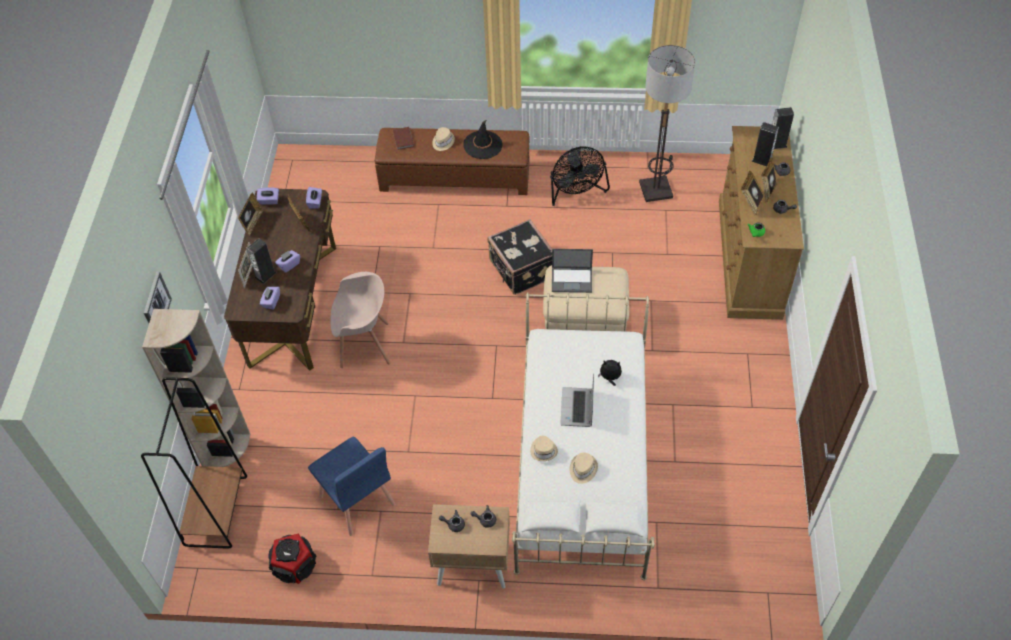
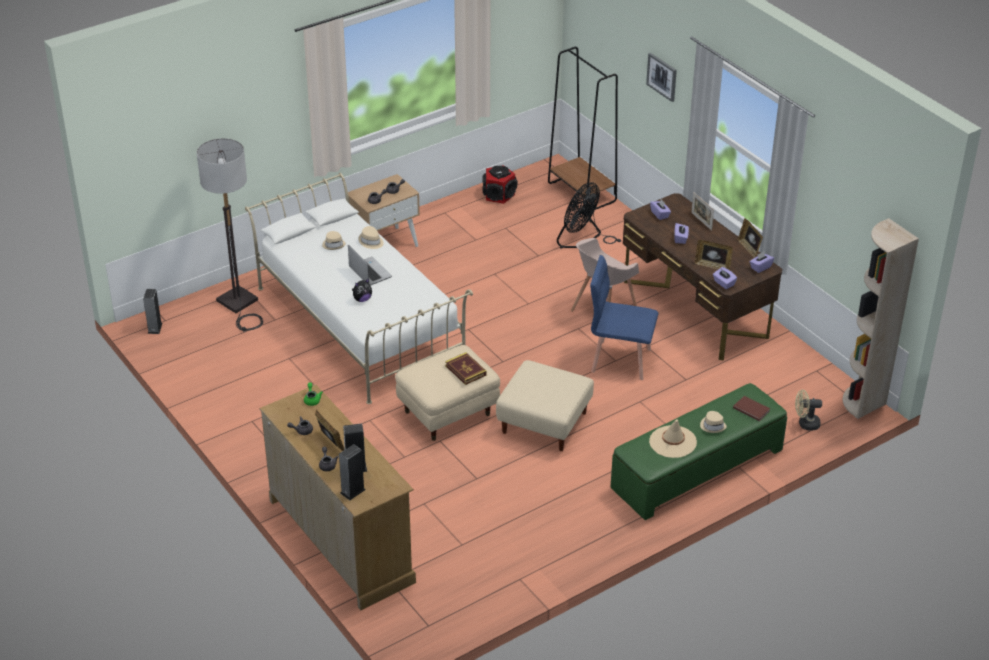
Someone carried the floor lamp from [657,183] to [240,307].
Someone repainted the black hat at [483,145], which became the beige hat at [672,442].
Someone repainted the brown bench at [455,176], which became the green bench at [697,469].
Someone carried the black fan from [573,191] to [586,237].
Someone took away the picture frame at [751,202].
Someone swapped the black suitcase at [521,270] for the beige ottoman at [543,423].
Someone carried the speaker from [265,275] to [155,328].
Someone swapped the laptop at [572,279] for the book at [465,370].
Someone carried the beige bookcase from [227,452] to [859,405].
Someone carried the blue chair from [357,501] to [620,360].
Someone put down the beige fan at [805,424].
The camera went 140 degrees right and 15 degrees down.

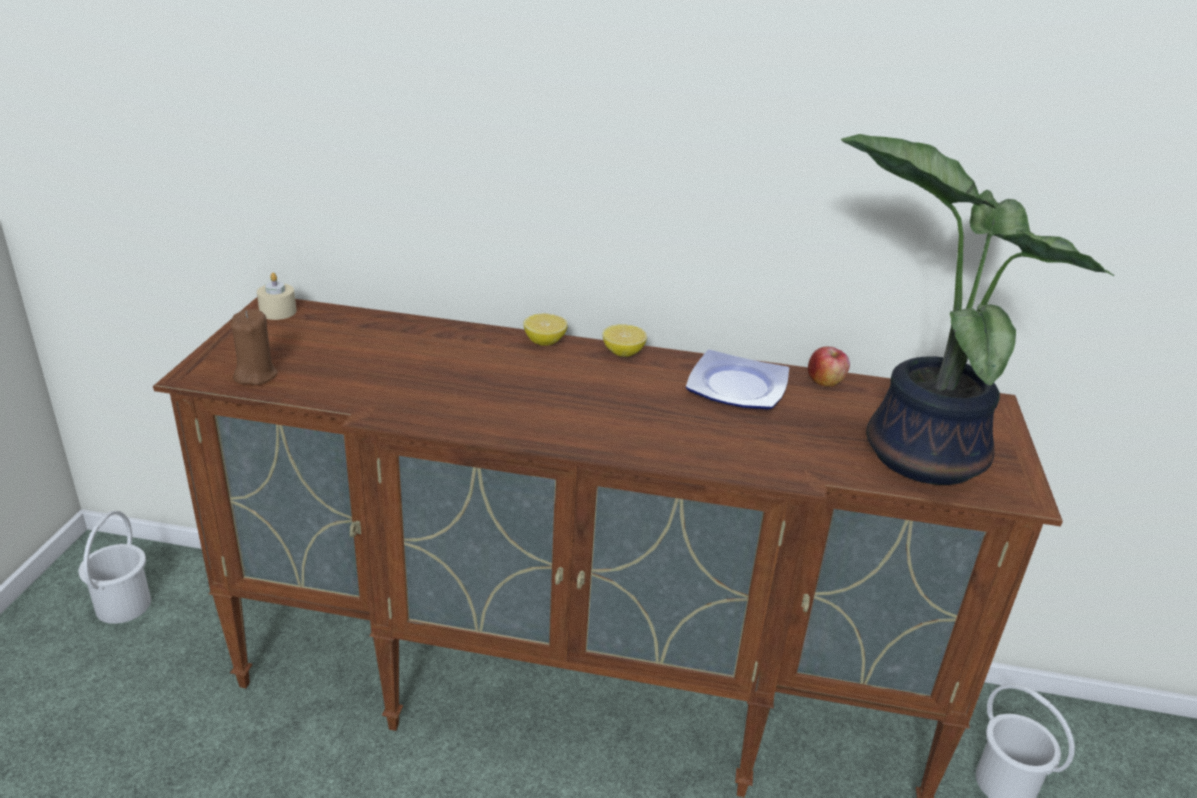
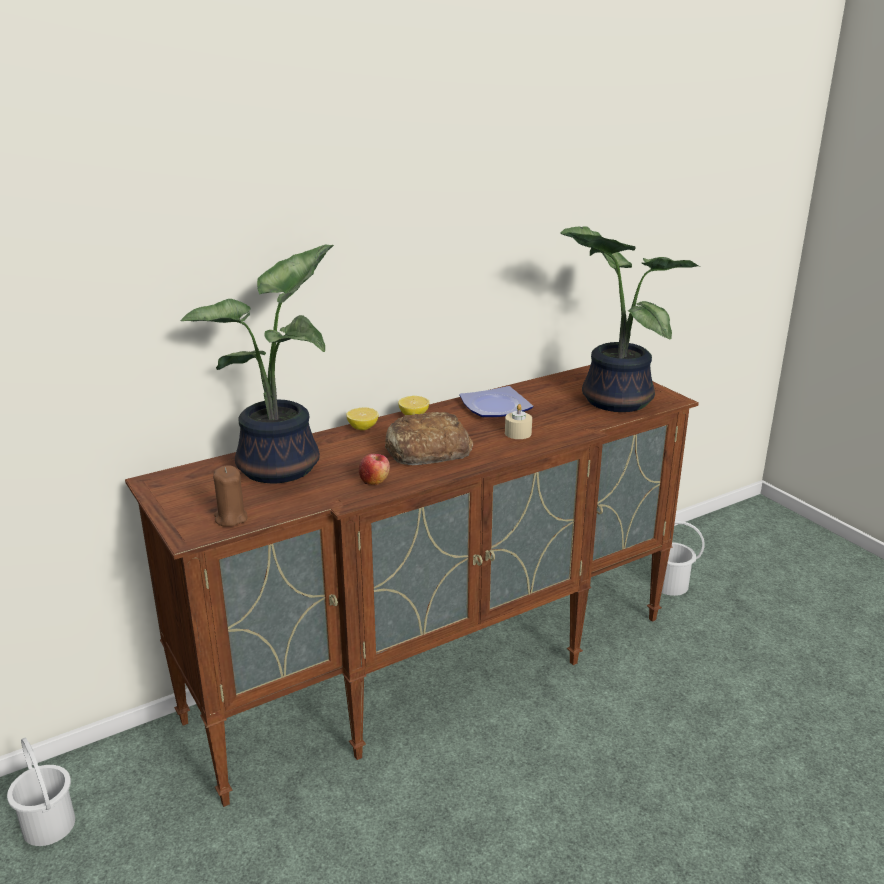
Someone carried the beige candle from [278,311] to [518,433].
Someone carried the apple from [825,381] to [374,480].
Someone put down the potted plant at [284,467].
Someone put down the bread at [426,449].
The camera went 40 degrees left and 5 degrees down.

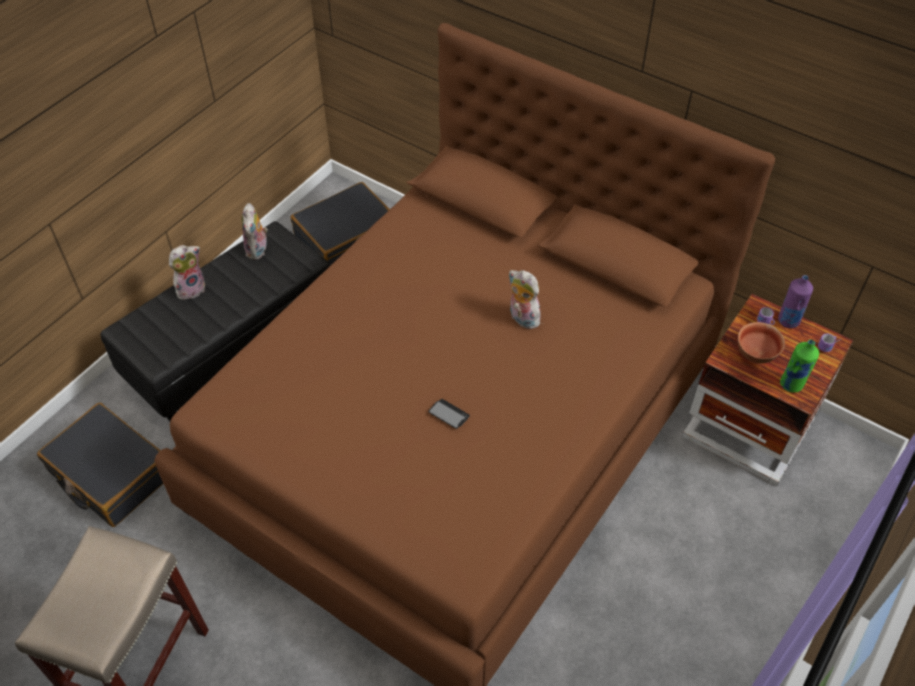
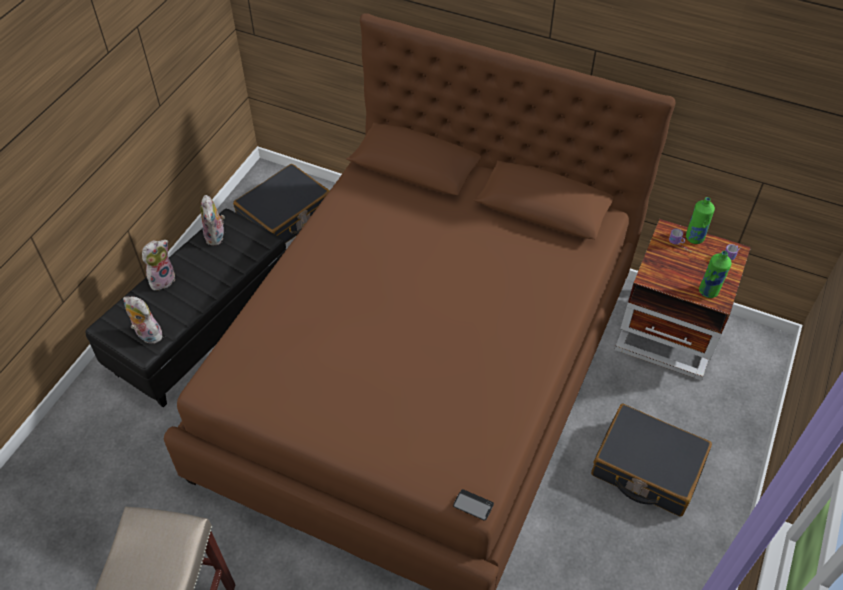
Someone carried the plush toy from [521,318] to [147,335].
Someone repainted the purple bottle at [788,321], which became the green bottle at [694,238].
Someone took away the bowl at [756,354].
Someone carried the phone from [449,414] to [473,505].
Someone carried the black suitcase from [110,474] to [647,468].
The camera went 10 degrees left and 0 degrees up.

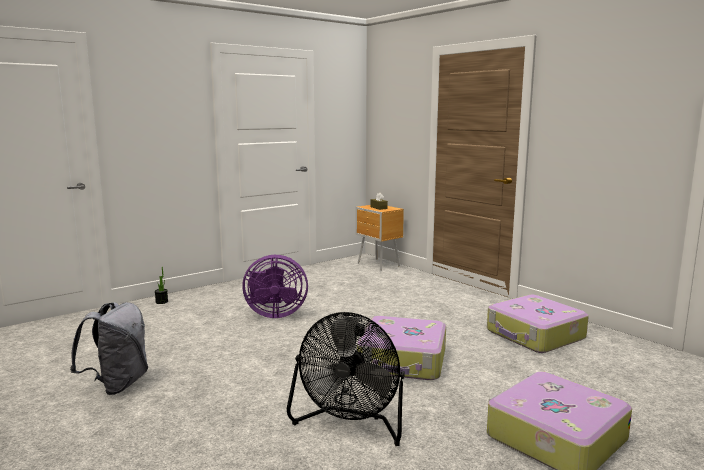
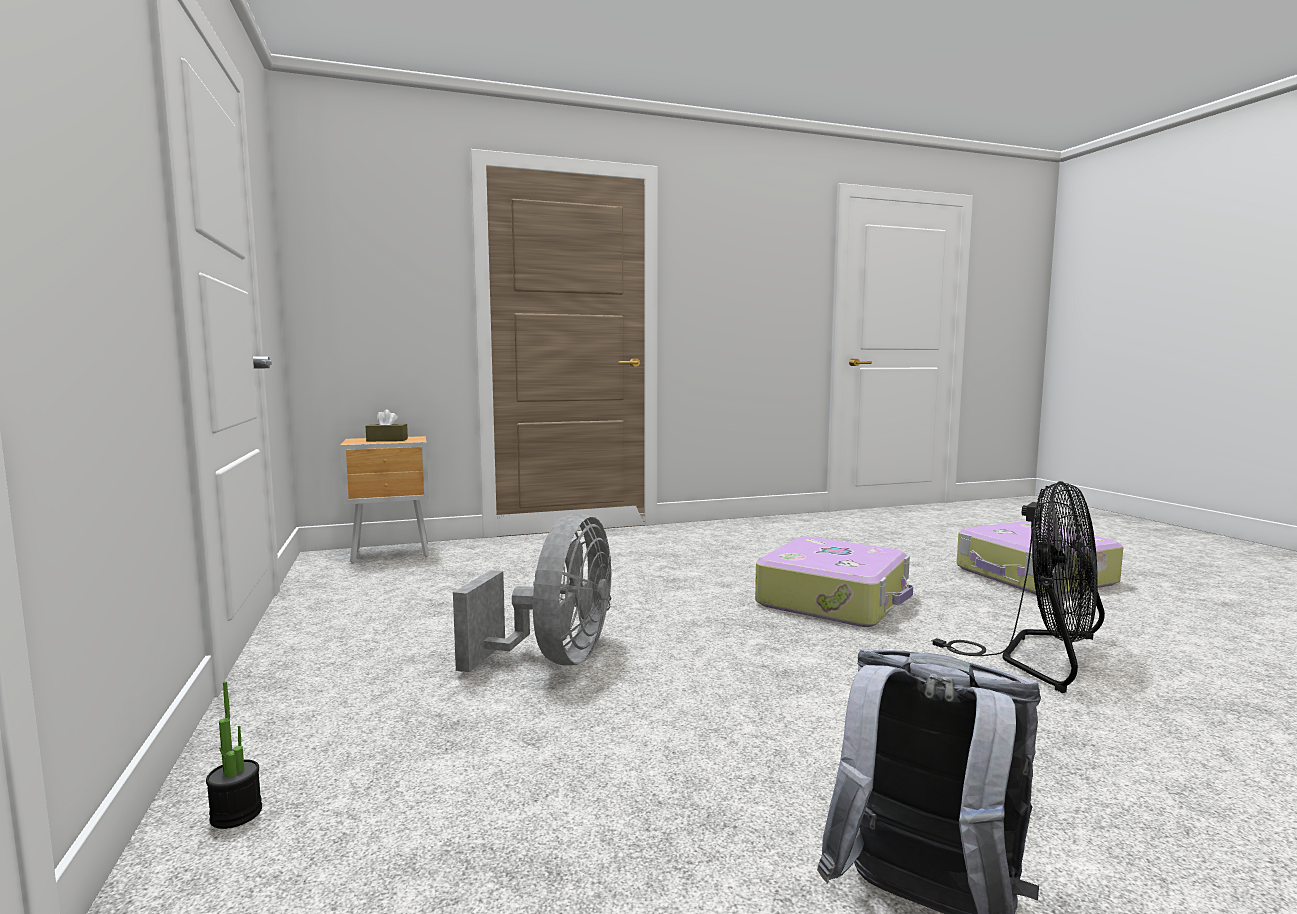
Someone repainted the purple fan at [274,314], which became the grey fan at [555,659].
Someone took away the suitcase at [535,335].
The camera went 70 degrees left and 5 degrees down.

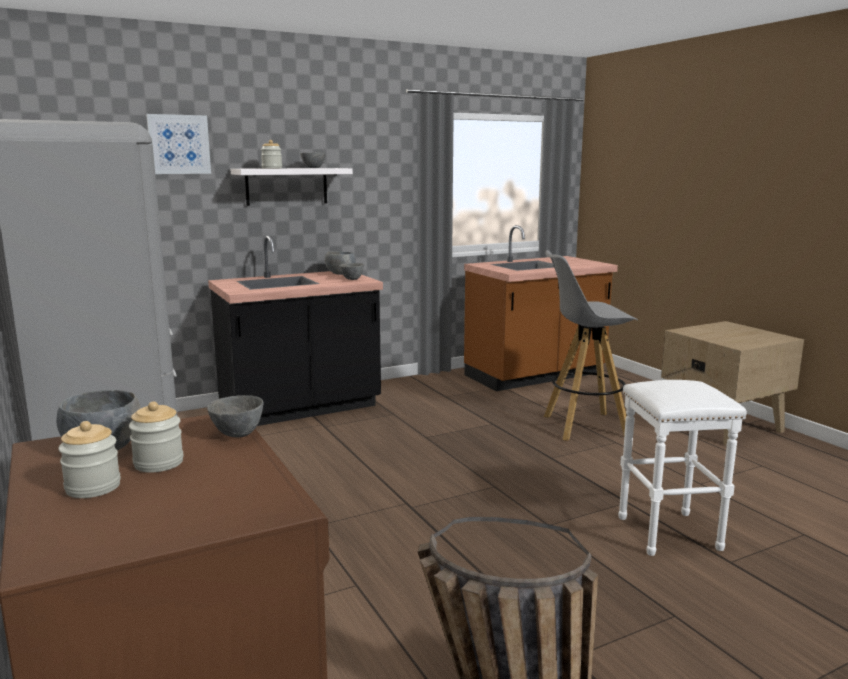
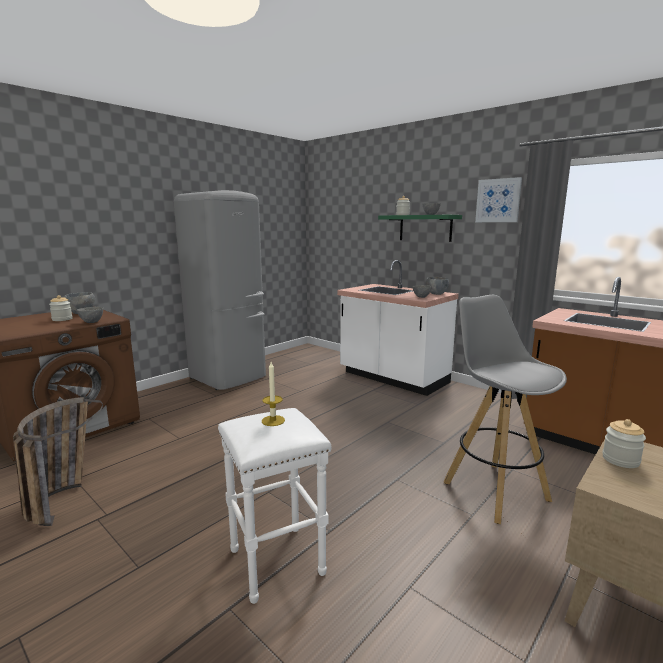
Someone carried the picture from [179,144] to [498,200].
Someone repainted the white shelf at [286,186], which became the green shelf at [425,228].
Someone repainted the black counter at [300,409], which became the white counter at [393,378].
Someone carried the jar from [93,487] to [620,460].
Someone put down the candle at [273,420].
The camera went 70 degrees right and 0 degrees up.

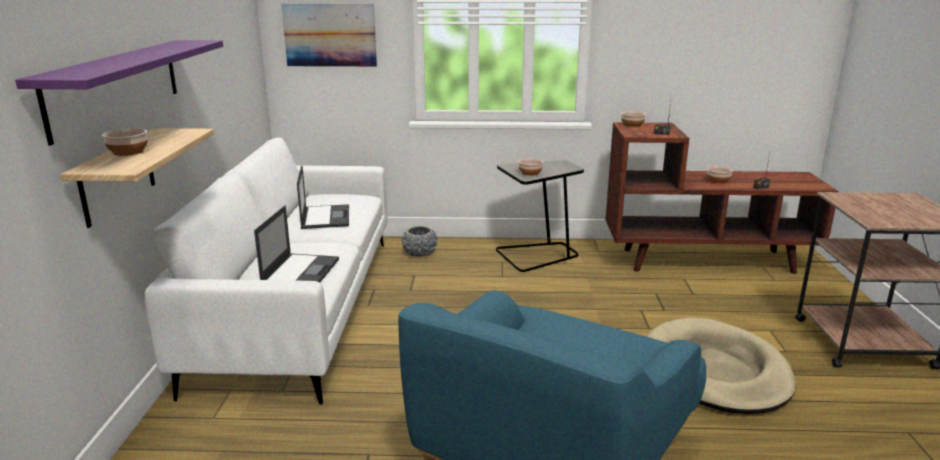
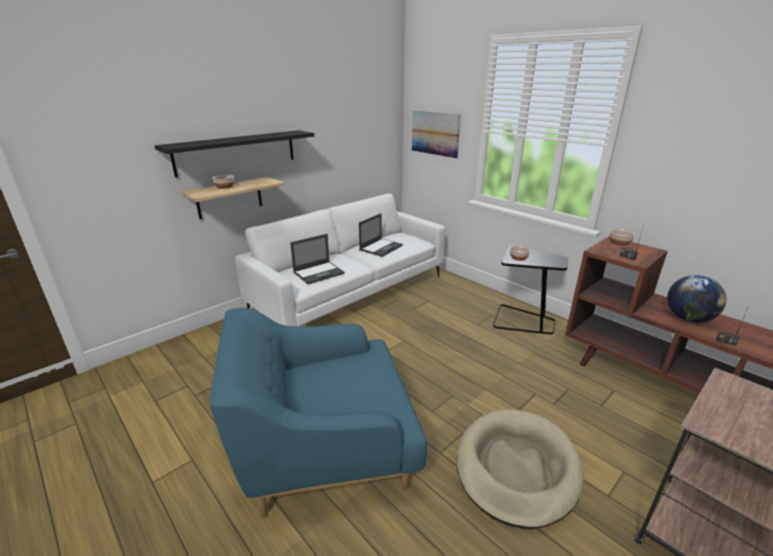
Someone repainted the purple shelf at [116,85], which became the black shelf at [237,152].
Someone swapped the bowl at [717,180] for the globe at [687,319].
Someone took away the grey planter at [420,253].
The camera went 45 degrees right and 5 degrees up.

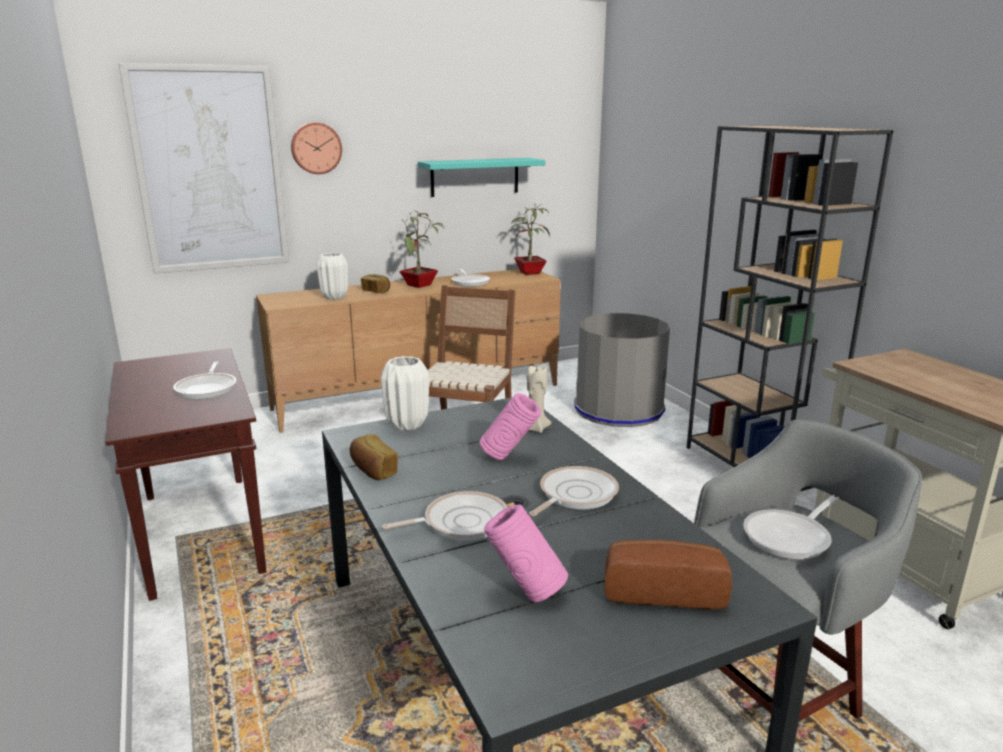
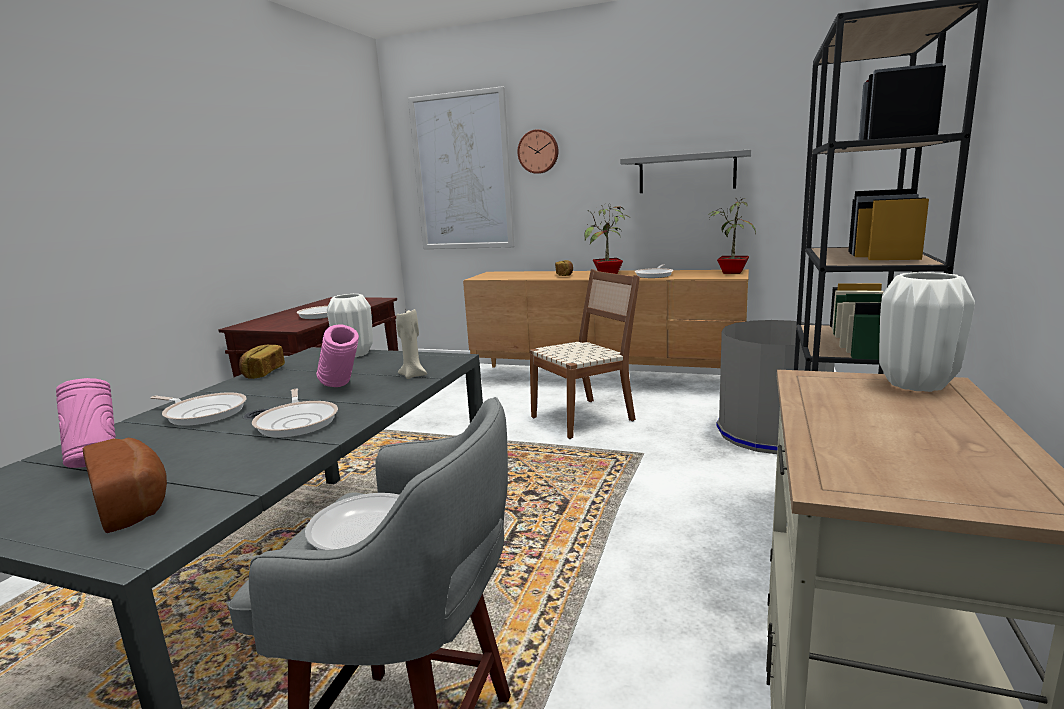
Someone repainted the turquoise shelf at [475,177], which became the grey shelf at [687,173].
Someone carried the white vase from [334,297] to [915,384].
Someone rotated the frying pan at [574,495] by 75 degrees clockwise.
The camera went 45 degrees right and 5 degrees down.

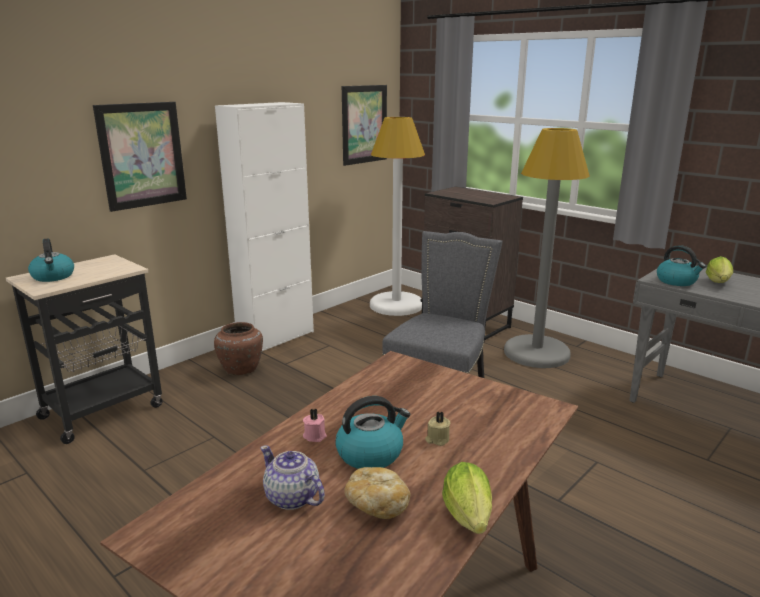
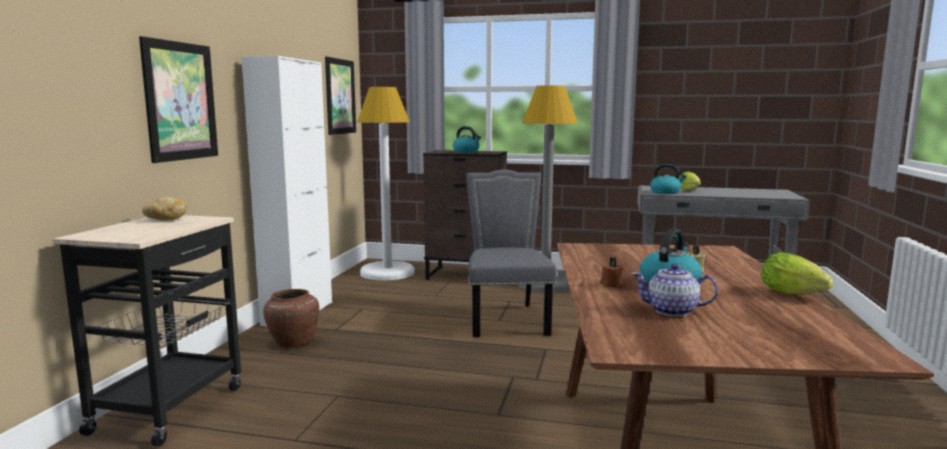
Someone carried the kettle from [53,277] to [466,151].
Someone repainted the pink candle at [315,435], which became the brown candle at [610,284].
Someone carried the bread from [376,505] to [165,219].
The camera went 30 degrees left and 10 degrees down.

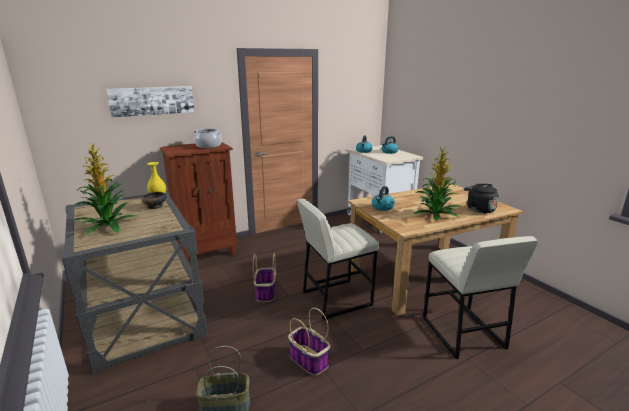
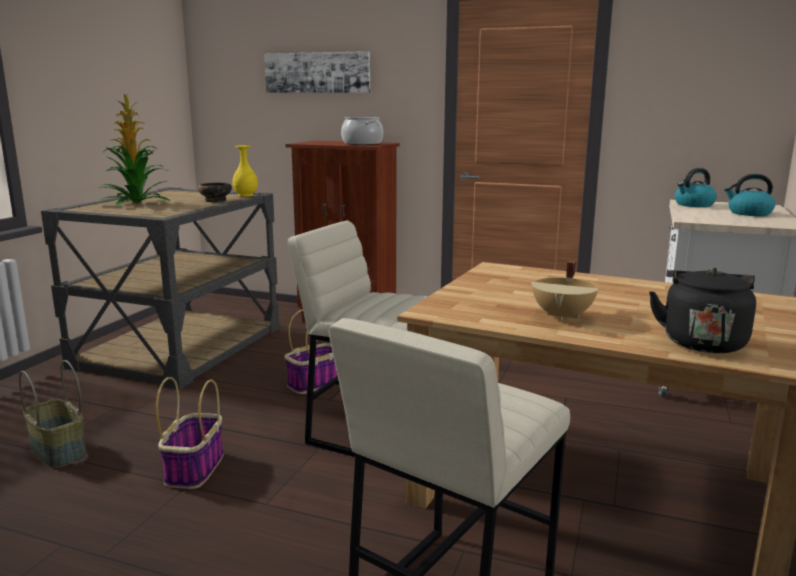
Someone swapped the potted plant at [435,214] for the beige cooking pot at [563,316].
Someone took away the kettle at [382,207].
The camera went 50 degrees right and 5 degrees down.

